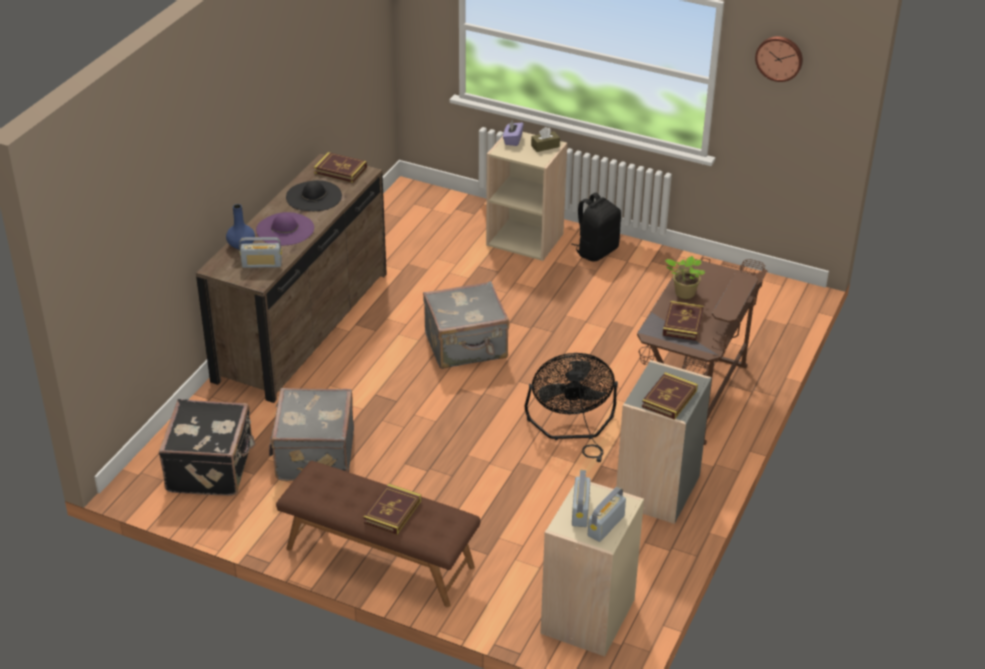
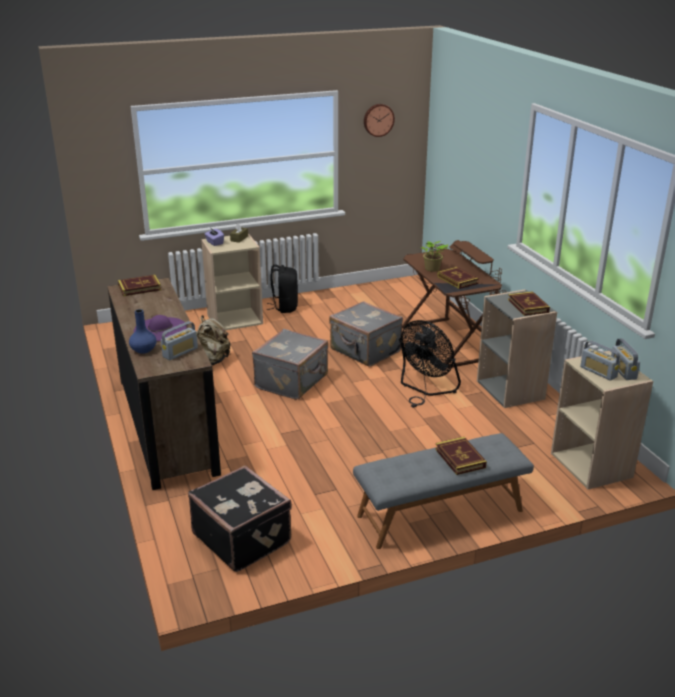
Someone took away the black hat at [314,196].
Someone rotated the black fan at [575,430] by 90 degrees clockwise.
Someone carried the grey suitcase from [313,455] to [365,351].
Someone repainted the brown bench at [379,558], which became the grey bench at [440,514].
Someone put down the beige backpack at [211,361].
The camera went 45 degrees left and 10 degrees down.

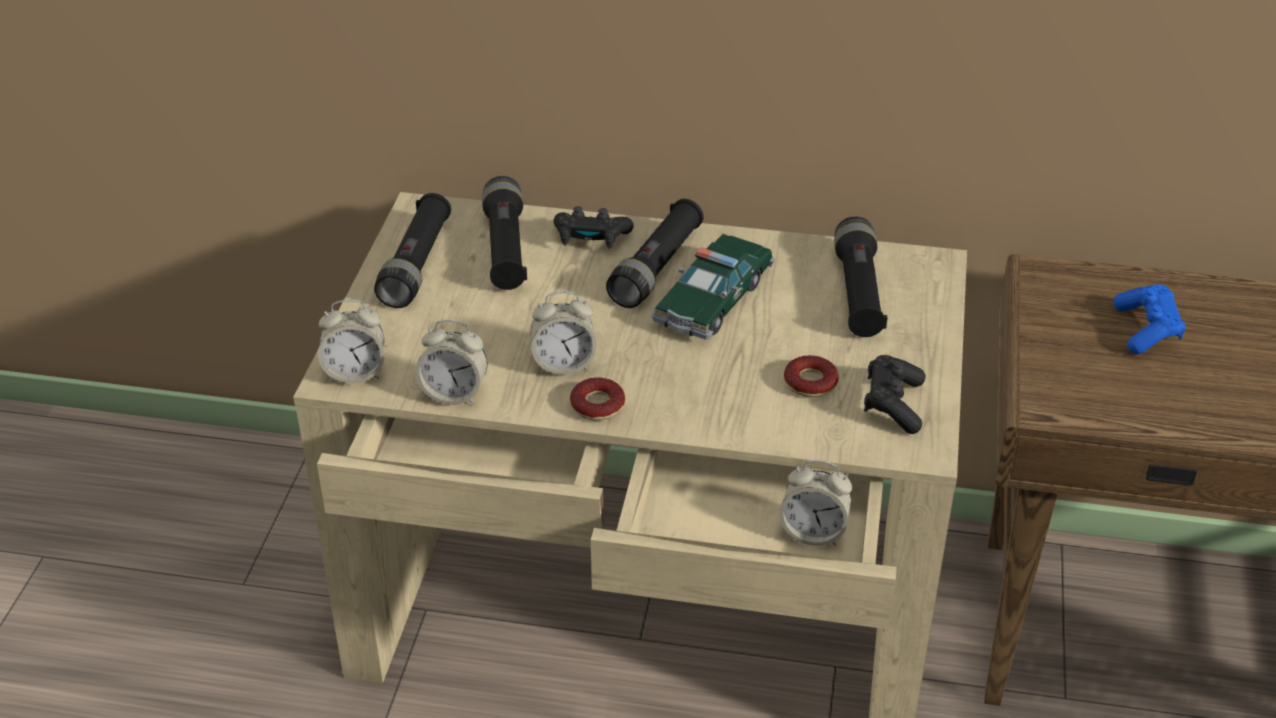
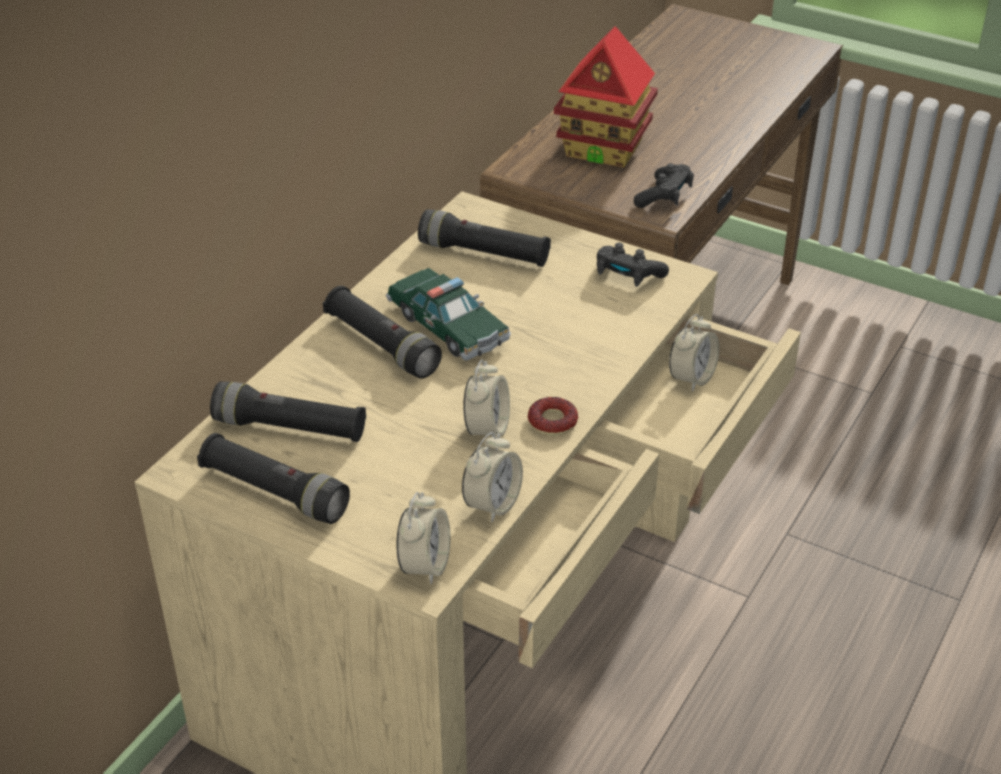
Someone carried the black game controller from [591,240] to [664,197].
Someone swapped the blue game controller at [1146,330] for the toy house at [604,149].
Someone took away the donut at [810,382].
The camera went 70 degrees left and 0 degrees up.

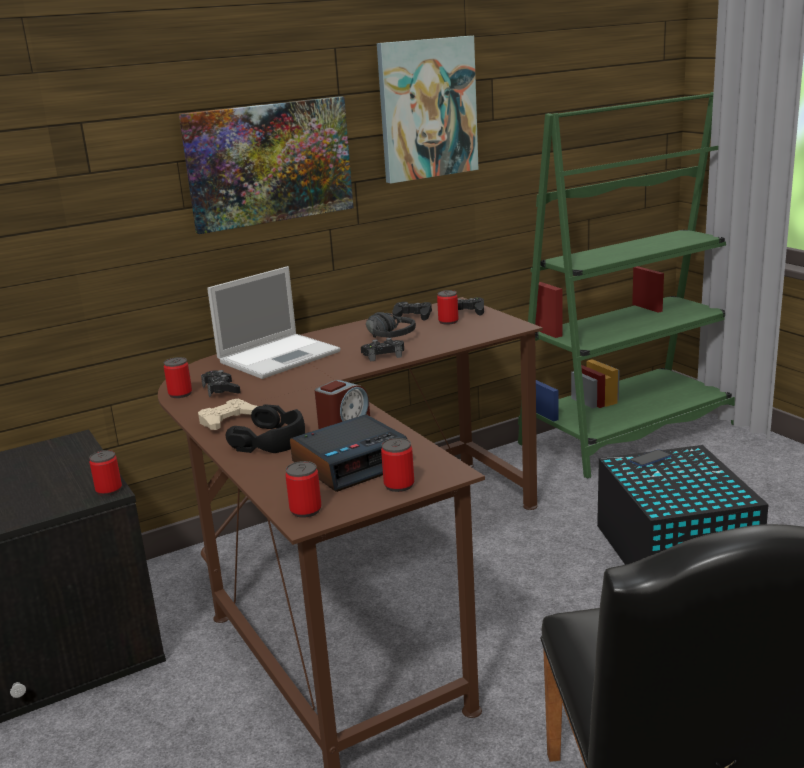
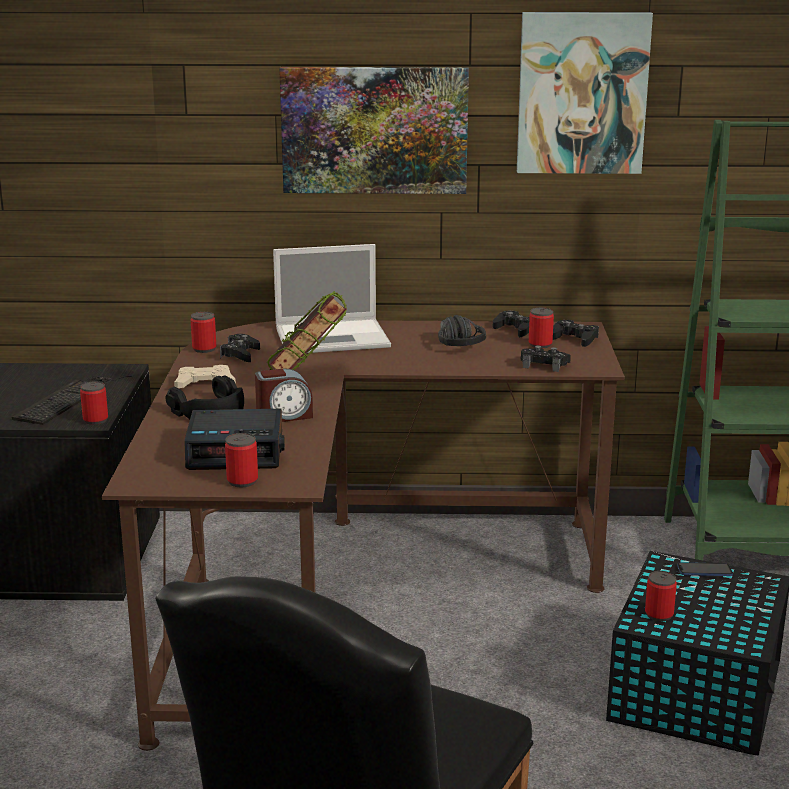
Someone carried the black game controller from [383,355] to [544,365].
Someone carried the can from [305,510] to [659,614].
Someone put down the book at [307,377].
Someone put down the keyboard at [70,398].
The camera went 30 degrees right and 0 degrees up.

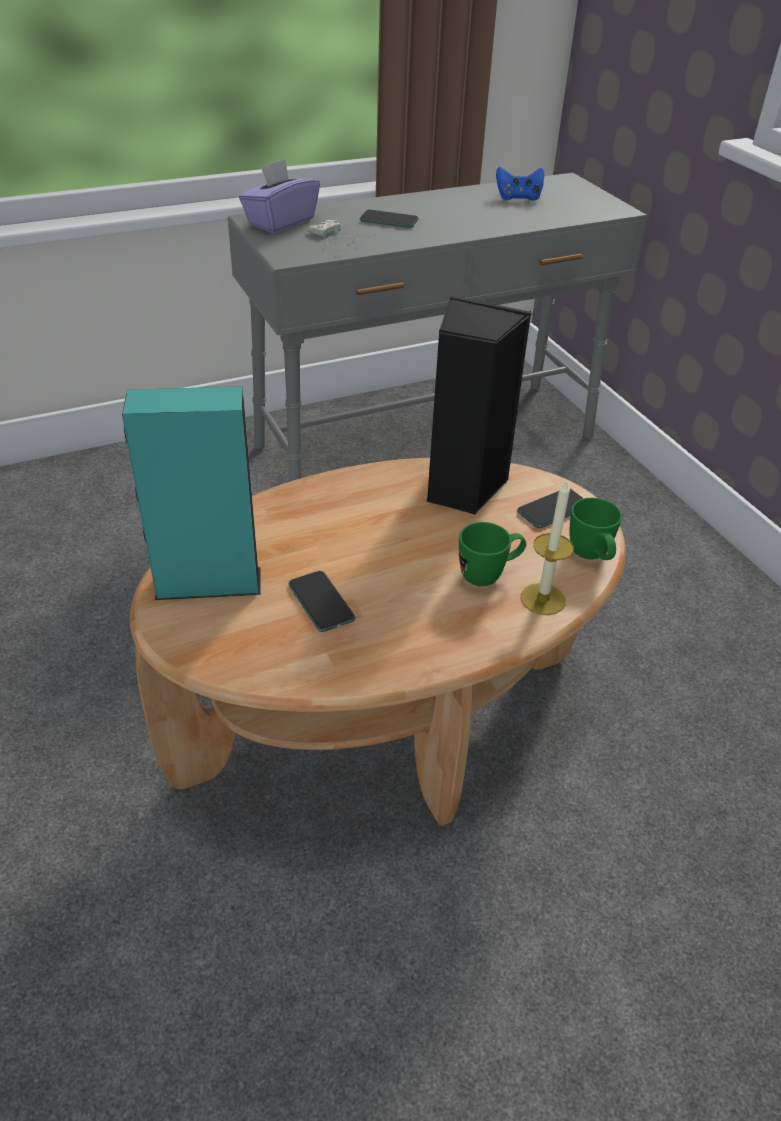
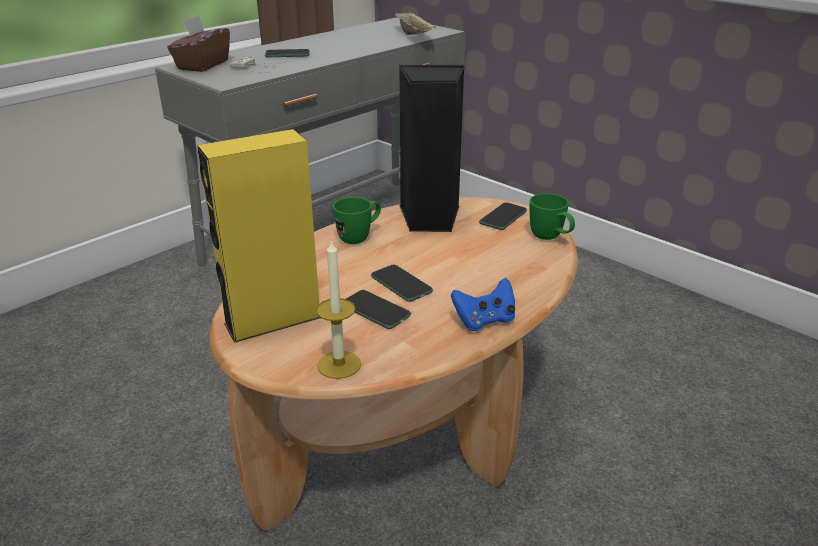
Someone repainted the purple tissue box at [280,222], which became the brown tissue box at [202,65].
Someone carried the blue game controller from [518,198] to [484,320].
Someone repainted the turquoise speaker at [208,583], which became the yellow speaker at [273,320].
Someone carried the candle from [543,599] to [339,364].
Someone carried the green mug from [489,575] to [359,237].
Someone put down the beige tray at [414,35].
Someone put down the phone at [401,284].
The camera went 20 degrees left and 10 degrees down.

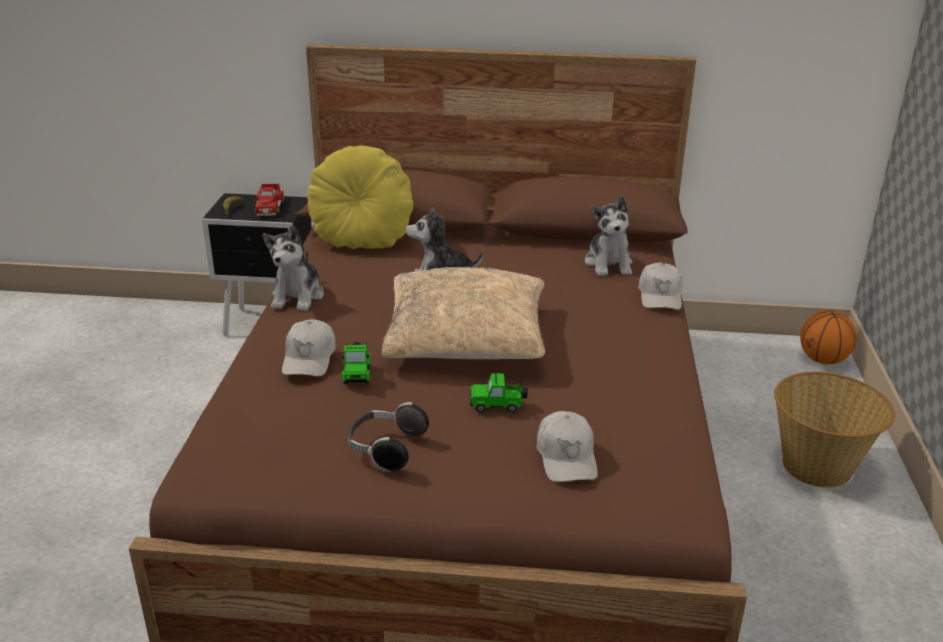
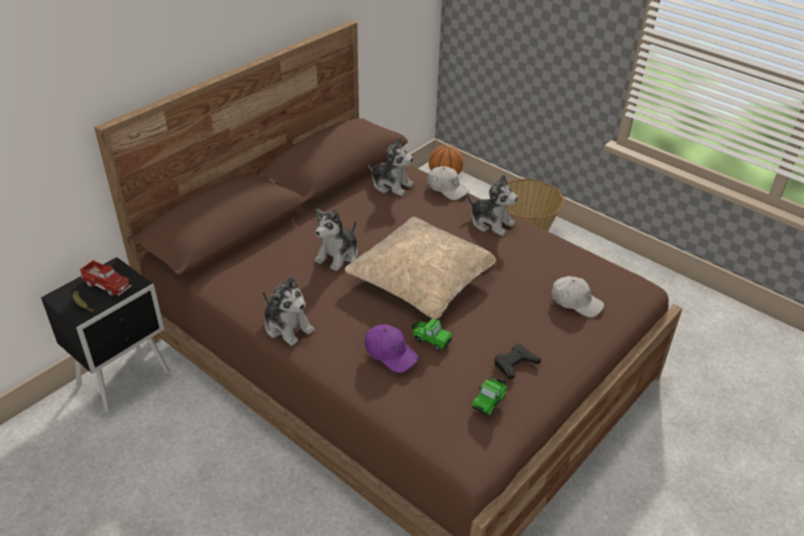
Someone took away the yellow pillow at [362,243].
Someone repainted the white cap at [309,358], which became the purple cap at [390,353].
Someone carried the toy car from [498,405] to [490,401].
Someone swapped the headphones at [385,449] for the black game controller at [515,364].
Someone put down the plush toy at [491,223].
The camera went 55 degrees left and 10 degrees up.

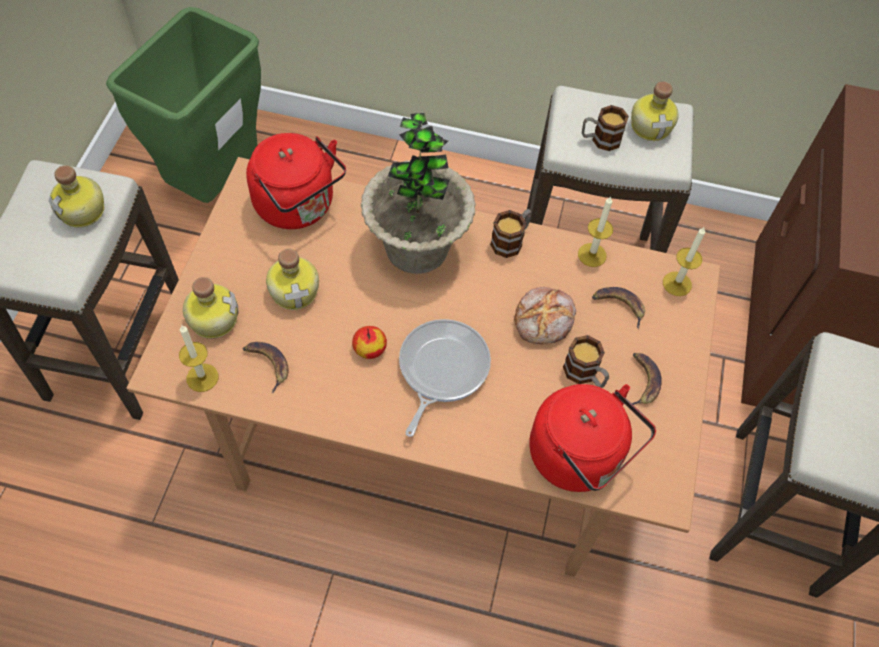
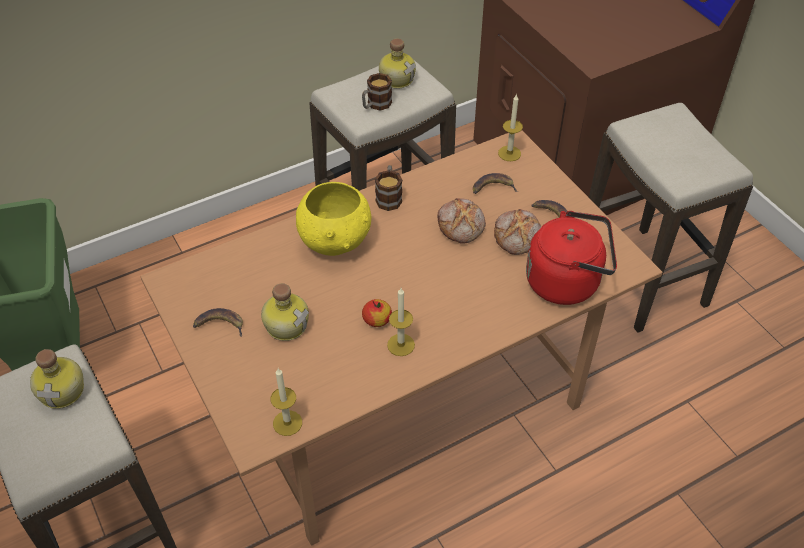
Someone swapped the potted plant at [417,247] for the yellow bowl at [335,242].
Someone took away the red kettle at [298,207].
Someone carried the candle from [592,255] to [401,345].
Someone took away the bottle at [212,318].
Someone took away the frying pan at [441,369].
Someone swapped the mug at [585,374] for the bread at [518,237].
Someone carried the banana from [267,364] to [219,324].
The camera went 40 degrees left and 10 degrees down.

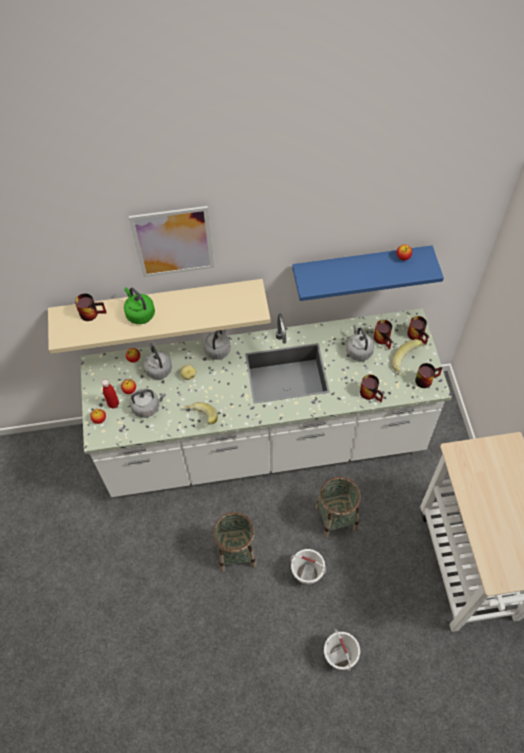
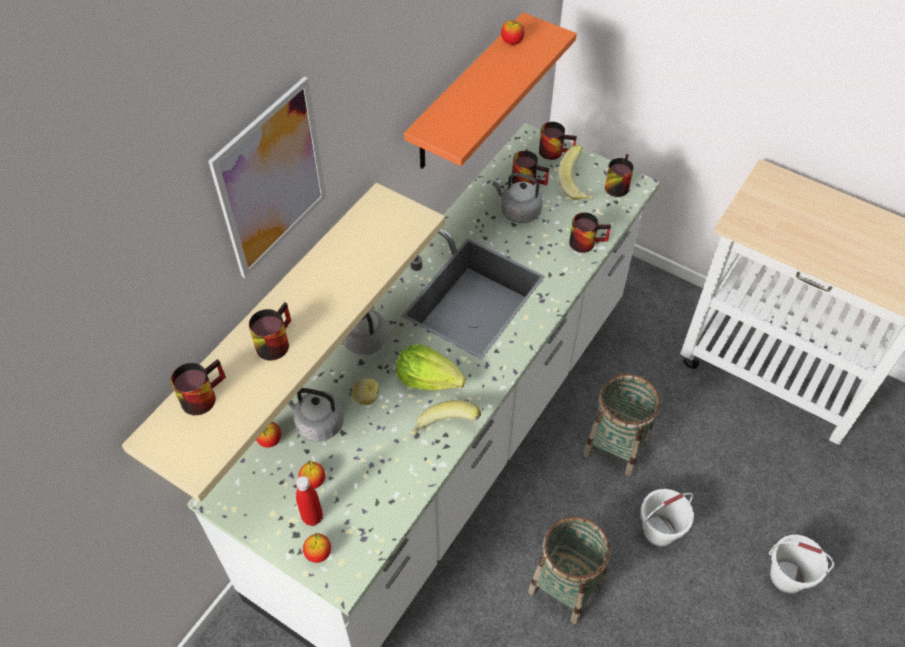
Someone repainted the blue shelf at [360,268], which became the orange shelf at [466,95].
Someone swapped the green kettle at [139,313] for the mug at [273,340].
Someone took away the grey kettle at [147,407].
Someone put down the lettuce at [429,379].
The camera went 50 degrees left and 5 degrees down.

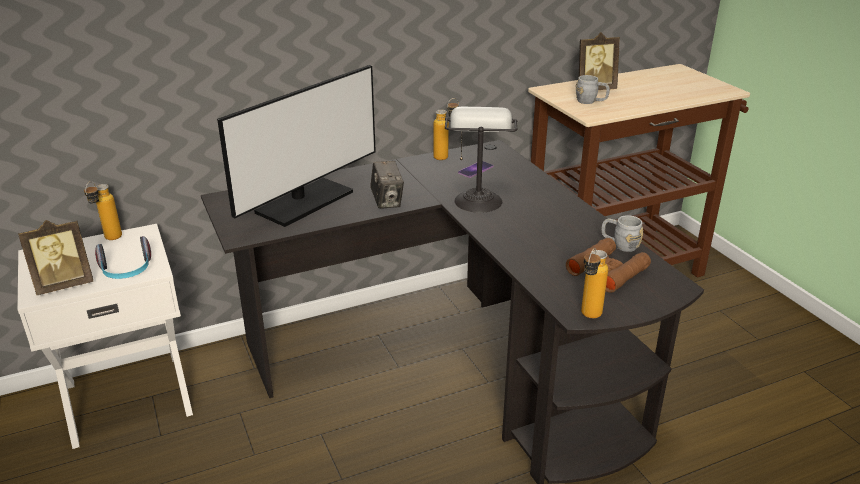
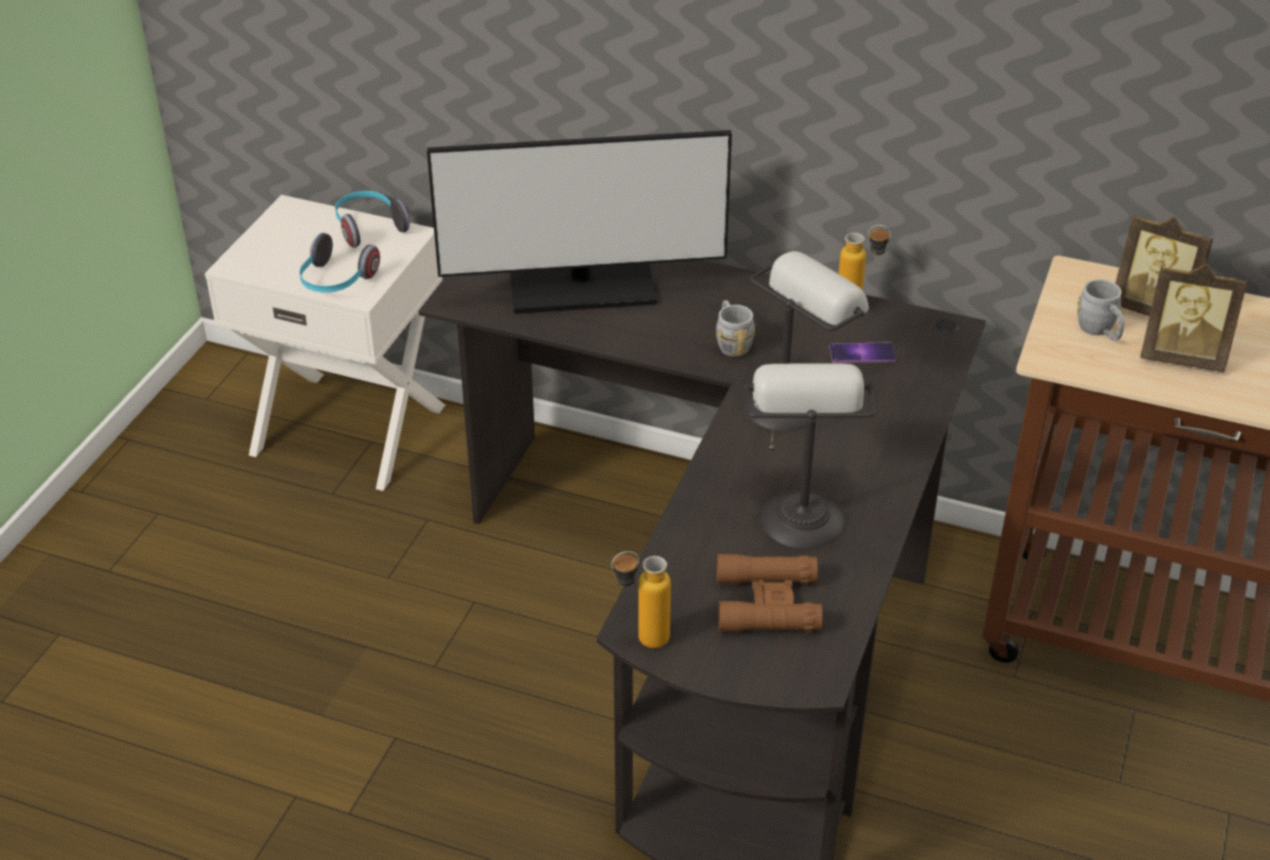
Someone took away the photo camera at [387,202].
Someone swapped the bottle at [109,240] for the headphones at [368,227].
Someone carried the grey mug from [620,245] to [731,342].
Someone carried the picture frame from [64,285] to [1182,357].
Someone put down the table lamp at [798,506].
The camera went 45 degrees right and 10 degrees up.

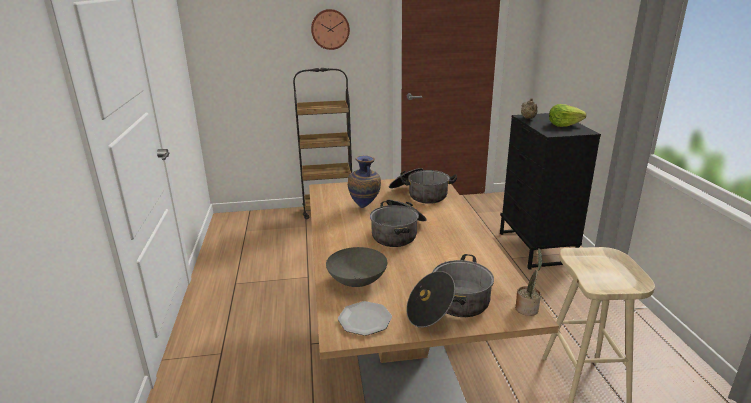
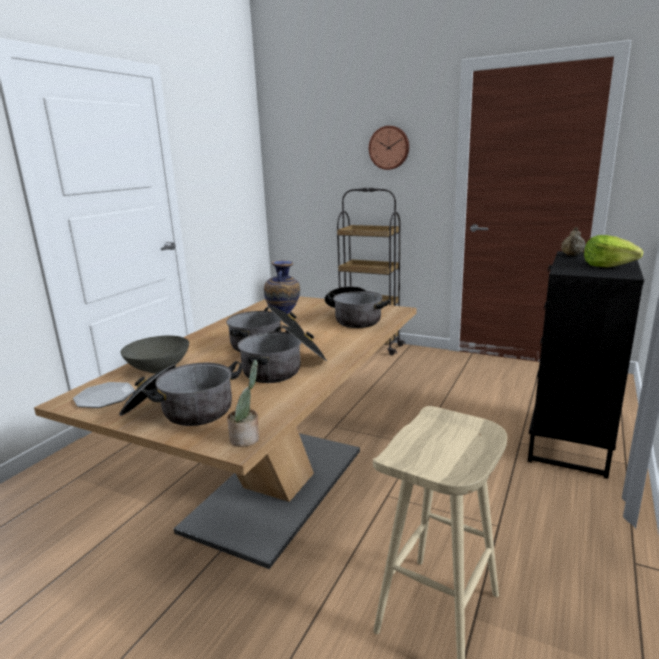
Someone put down the cooking pot at [284,369].
The camera went 35 degrees right and 5 degrees down.

